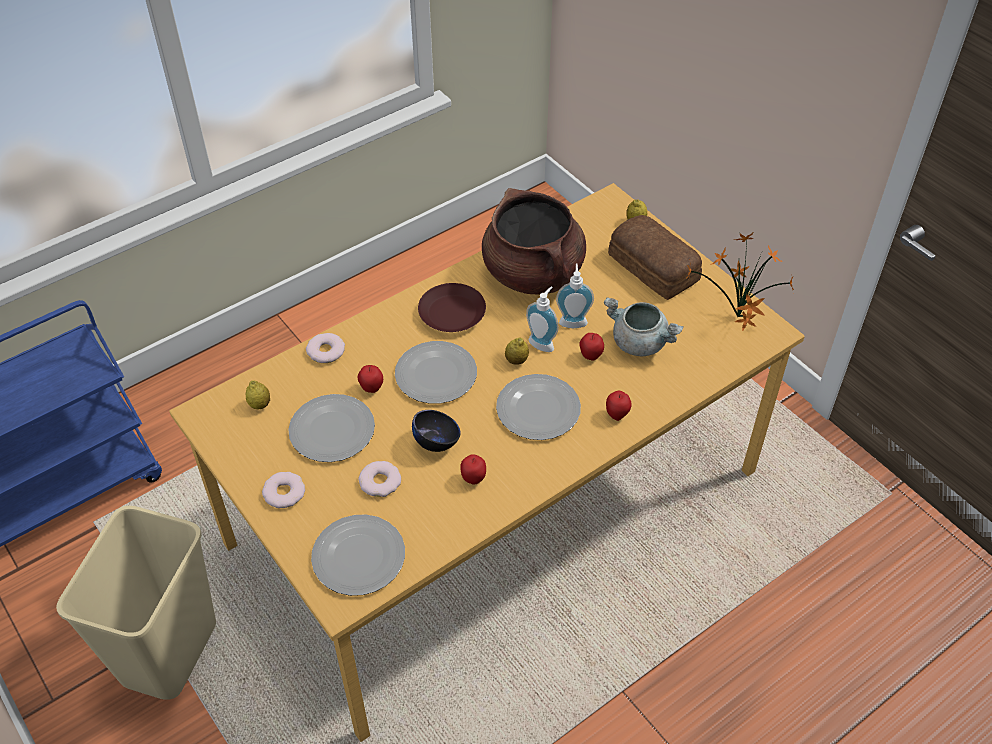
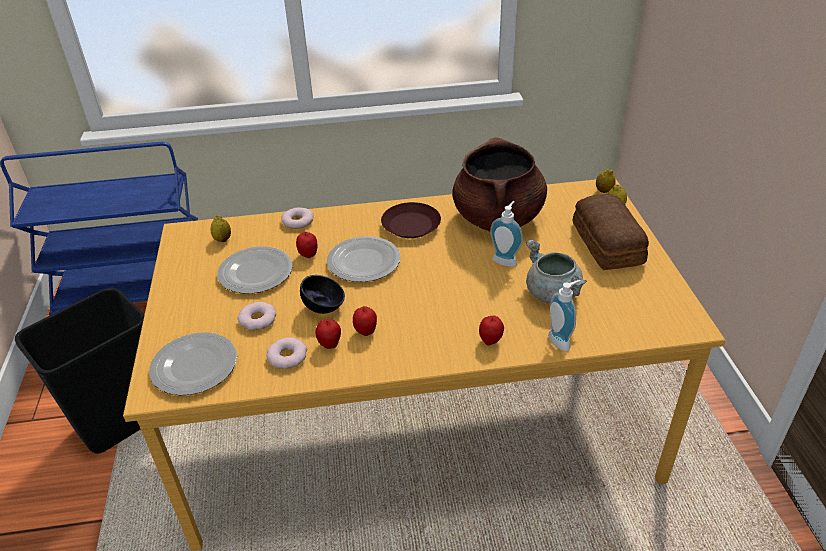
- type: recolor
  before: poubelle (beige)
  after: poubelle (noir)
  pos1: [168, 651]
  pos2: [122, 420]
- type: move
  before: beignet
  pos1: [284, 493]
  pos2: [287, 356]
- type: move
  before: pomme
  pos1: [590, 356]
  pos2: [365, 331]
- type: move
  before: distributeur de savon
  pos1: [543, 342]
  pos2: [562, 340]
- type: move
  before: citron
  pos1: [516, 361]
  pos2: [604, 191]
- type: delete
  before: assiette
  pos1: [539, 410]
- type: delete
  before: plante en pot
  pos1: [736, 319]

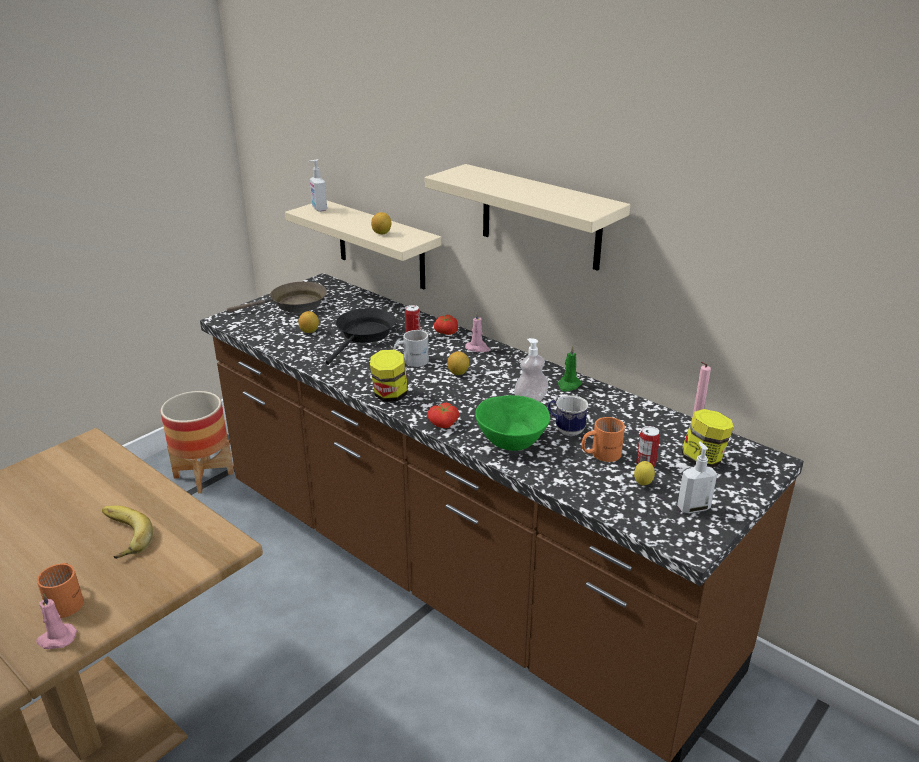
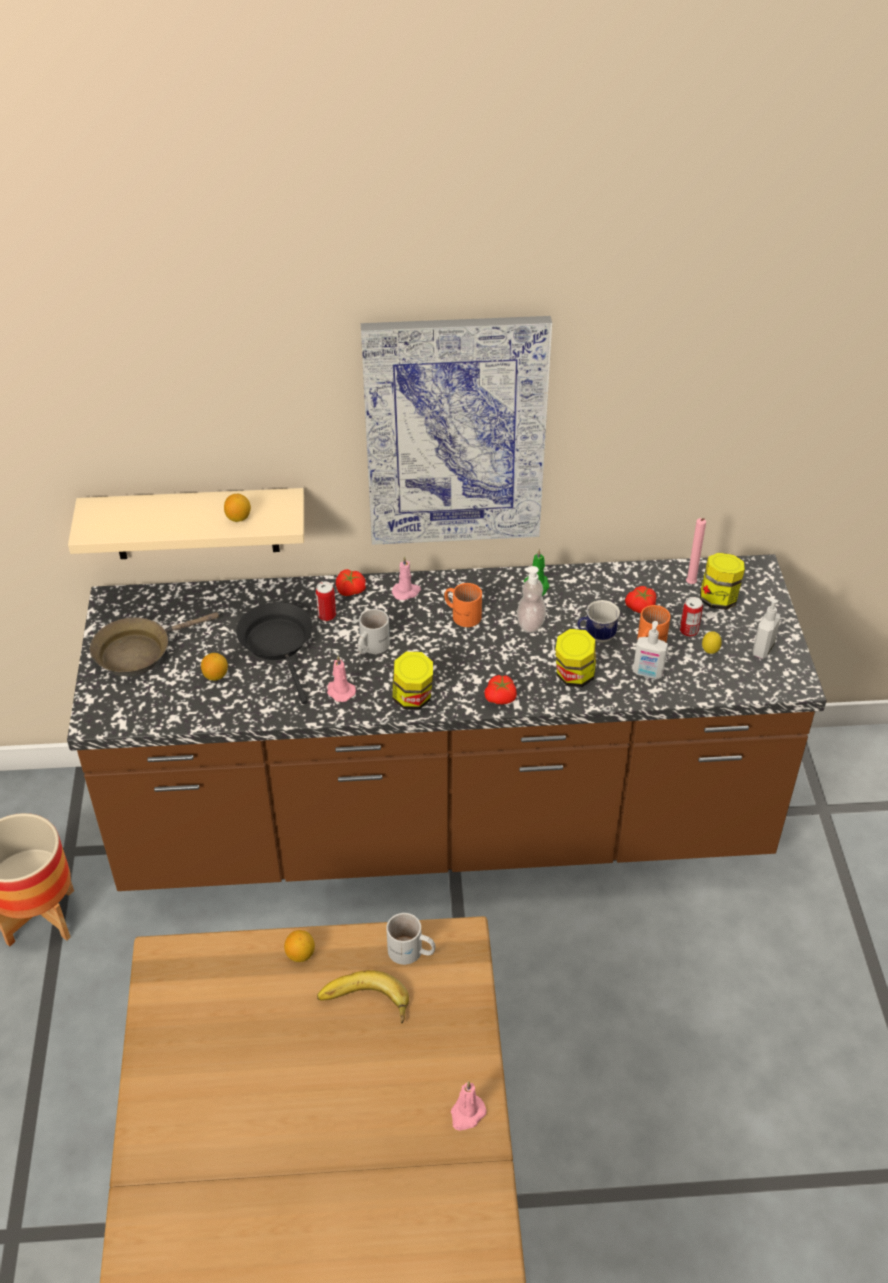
- type: rotate
  before: poêle (marron)
  pos1: [293, 305]
  pos2: [138, 652]
  turn: -150
- type: move
  before: citron
  pos1: [458, 373]
  pos2: [300, 954]
- type: insert
  after: bougie (rose)
  pos2: [340, 691]
- type: replace
  before: étagère (beige)
  after: tableau
  pos1: [540, 217]
  pos2: [455, 432]
- type: insert
  after: mug (blanc)
  pos2: [411, 953]
- type: move
  before: mug (orange)
  pos1: [68, 600]
  pos2: [462, 614]
- type: replace
  before: bol (vert)
  after: bocal
  pos1: [512, 441]
  pos2: [574, 676]
- type: insert
  after: tomate
  pos2: [641, 608]
- type: move
  before: distributeur de savon
  pos1: [319, 209]
  pos2: [647, 673]

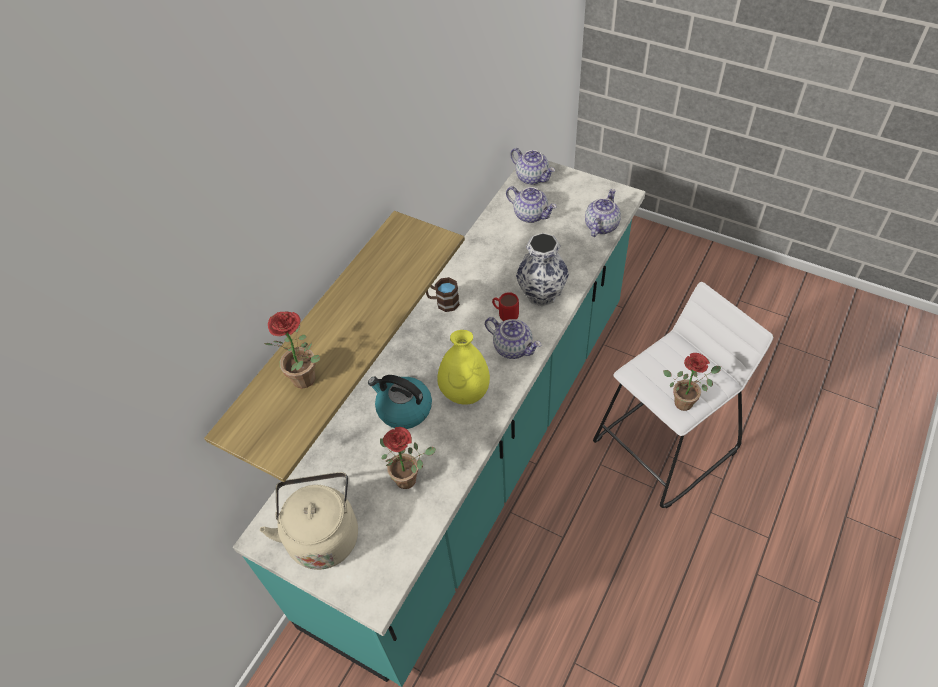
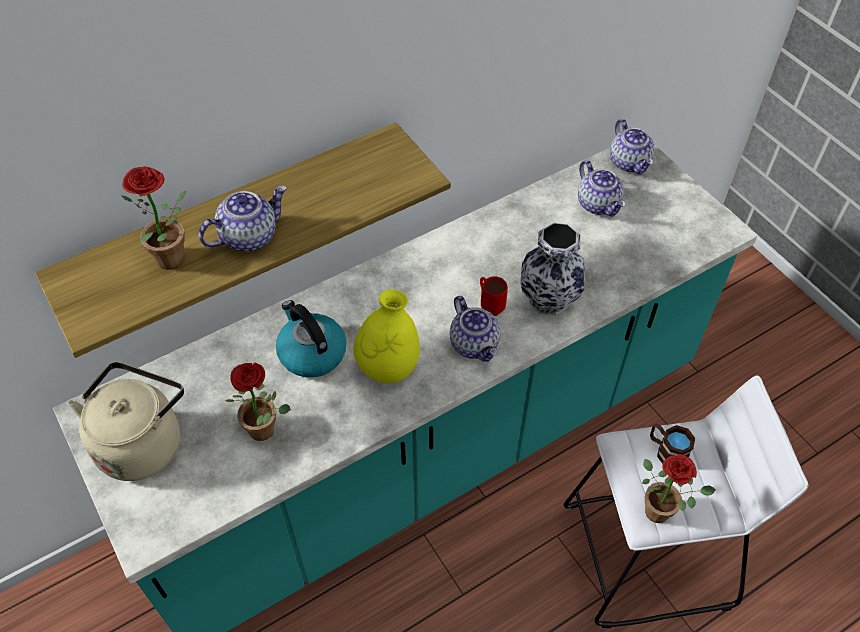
- type: move
  before: théière
  pos1: [601, 225]
  pos2: [249, 236]
- type: move
  before: mug (marron)
  pos1: [443, 302]
  pos2: [666, 451]

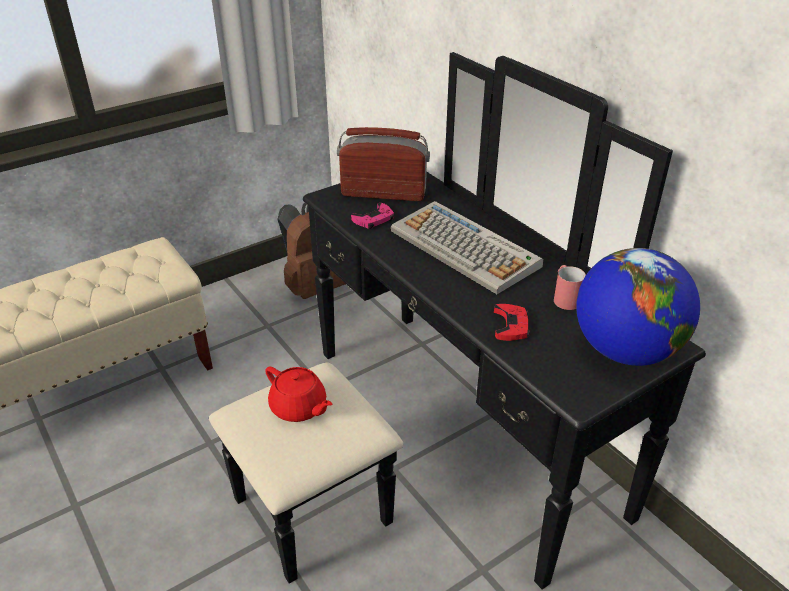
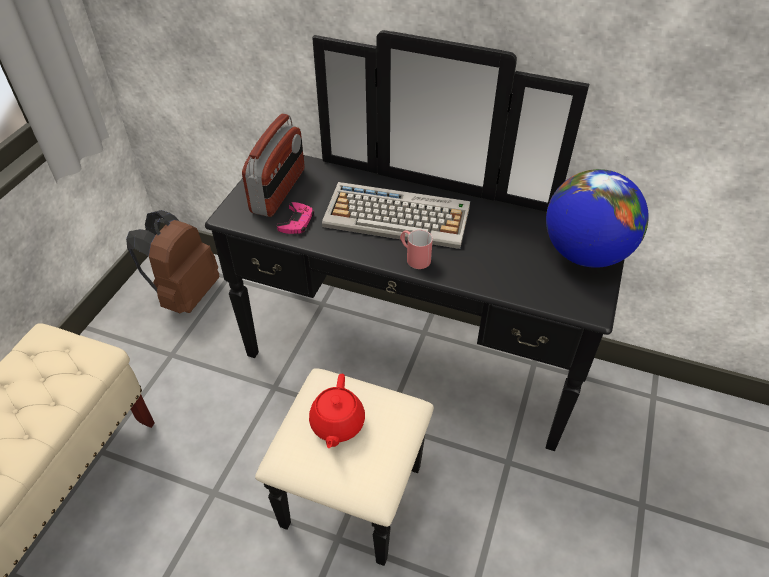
- type: rotate
  before: radio
  pos1: [383, 193]
  pos2: [279, 191]
  turn: 135
- type: rotate
  before: théière (rouge)
  pos1: [299, 408]
  pos2: [337, 424]
  turn: 90
- type: move
  before: mug (rouge)
  pos1: [564, 297]
  pos2: [414, 257]
- type: delete
  before: manette (rouge)
  pos1: [511, 326]

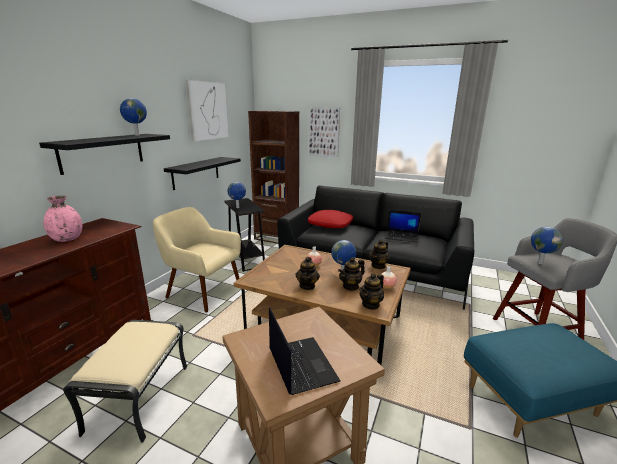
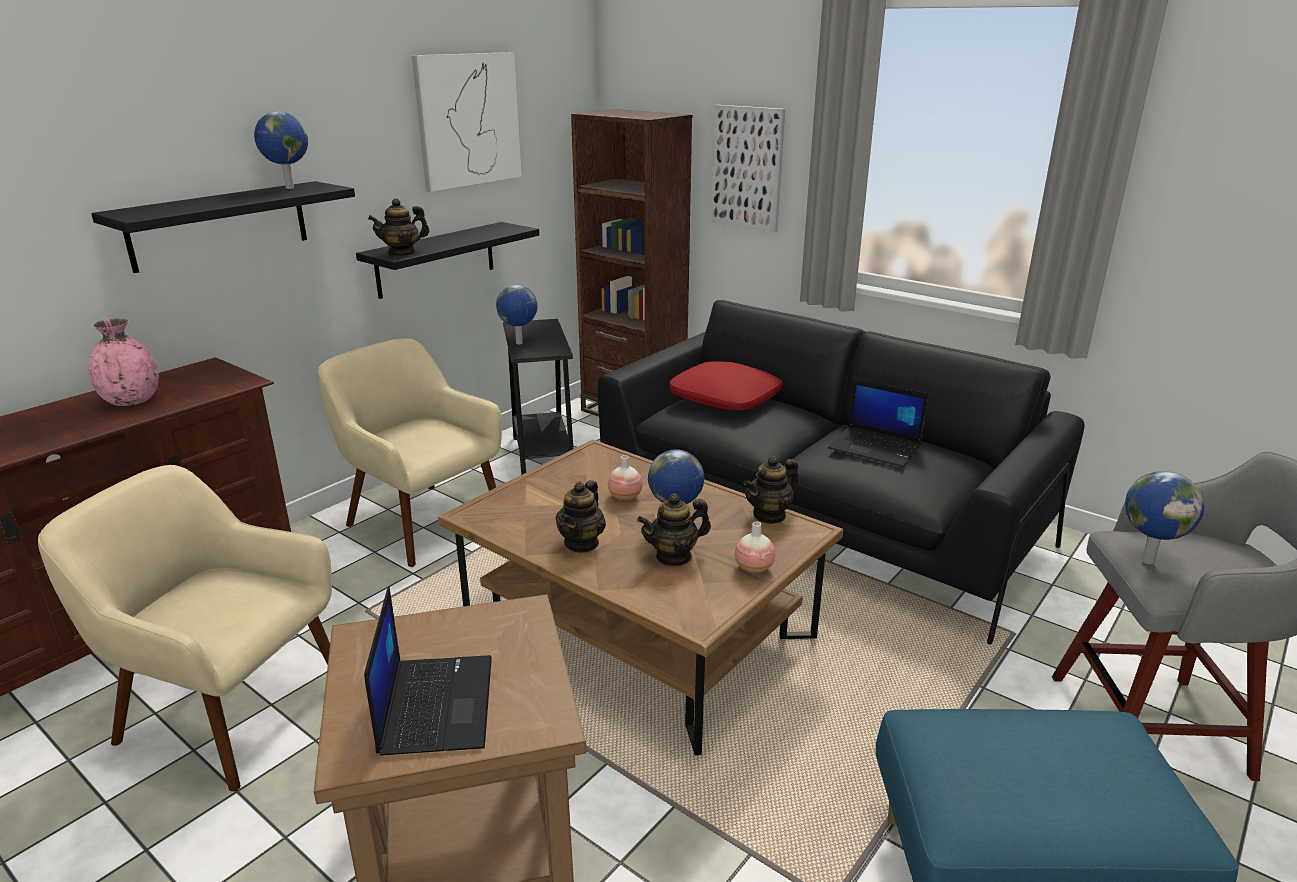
- type: replace
  before: pouf (beige)
  after: fauteuil (beige)
  pos1: [139, 396]
  pos2: [229, 712]
- type: move
  before: théière
  pos1: [371, 304]
  pos2: [402, 253]

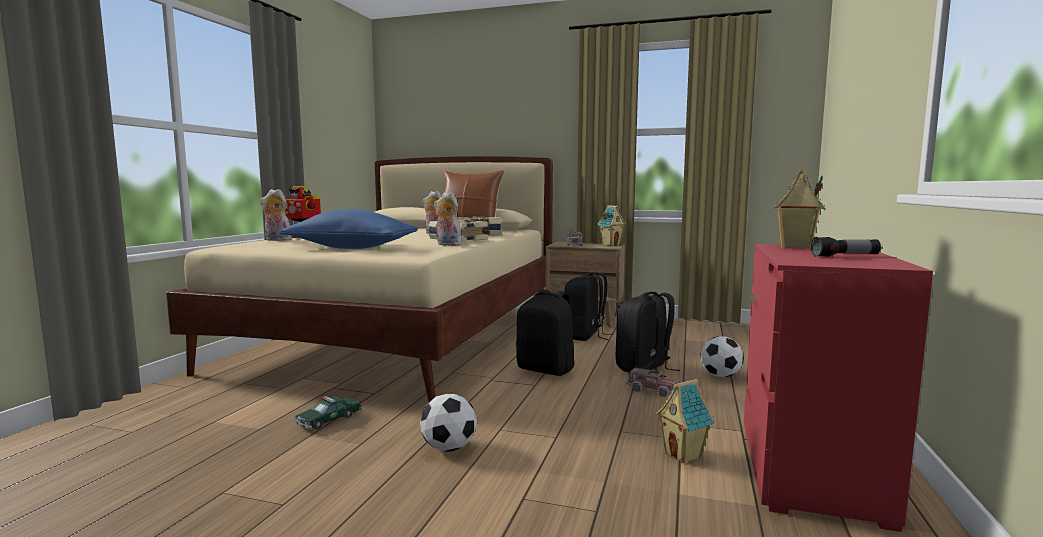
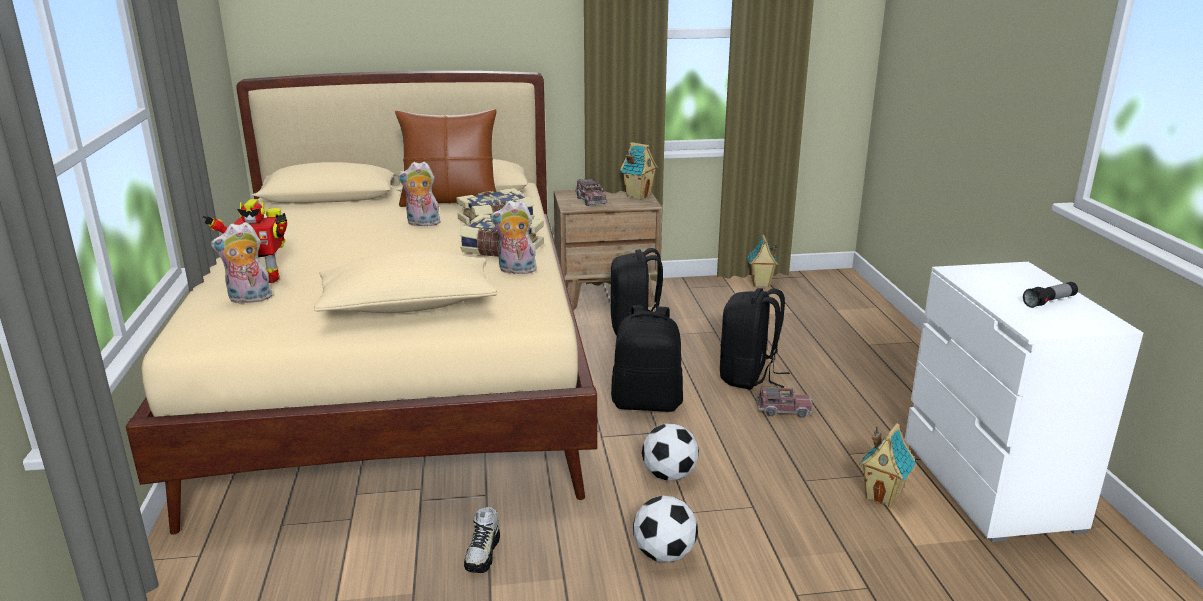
- type: recolor
  before: coussin (bleu)
  after: coussin (beige)
  pos1: [352, 248]
  pos2: [408, 306]
- type: replace
  before: petite voiture
  after: chaussure
  pos1: [329, 420]
  pos2: [483, 554]
- type: move
  before: ballon de foot
  pos1: [720, 375]
  pos2: [669, 475]
- type: move
  before: maison miniature
  pos1: [795, 247]
  pos2: [760, 284]
- type: recolor
  before: commode (rouge)
  after: commode (blanc)
  pos1: [809, 471]
  pos2: [990, 485]

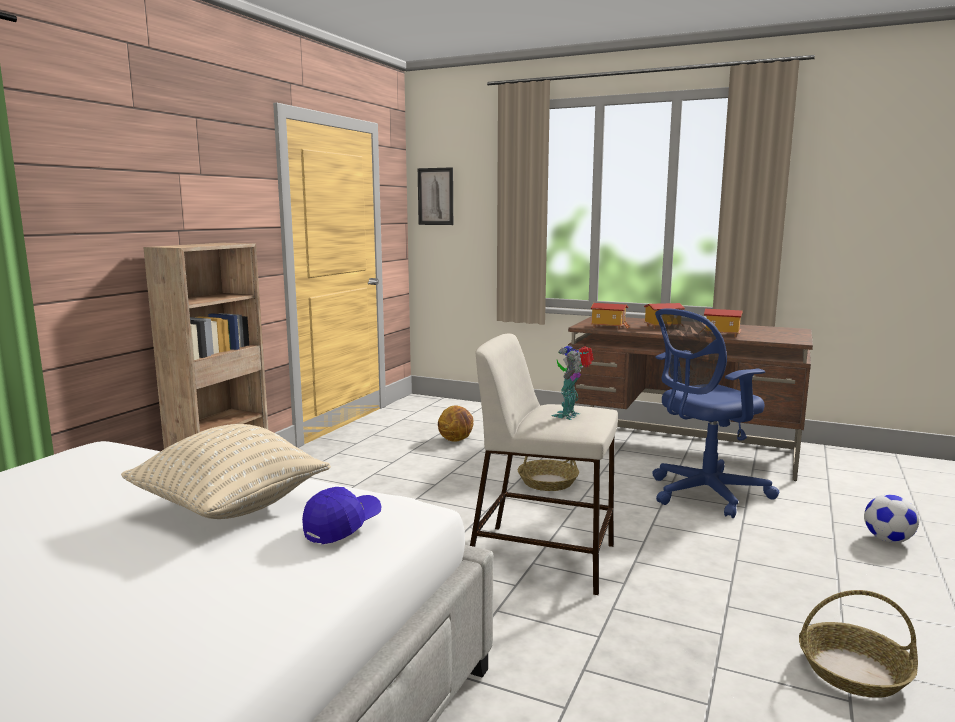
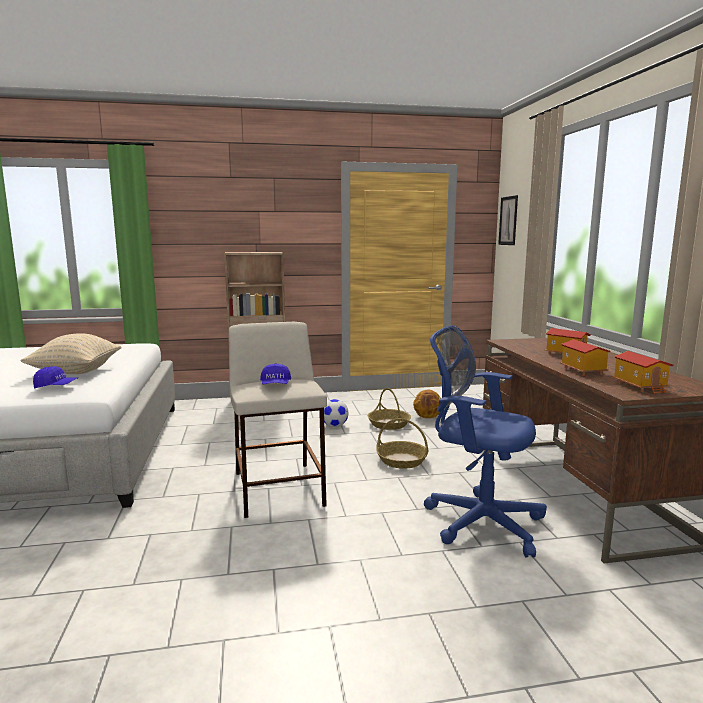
- type: replace
  before: robot jouet
  after: casquette (bleu)
  pos1: [569, 415]
  pos2: [275, 385]
- type: move
  before: ballon de foot
  pos1: [888, 540]
  pos2: [334, 426]
- type: move
  before: panier
  pos1: [852, 671]
  pos2: [388, 424]
- type: move
  before: maison miniature
  pos1: [609, 327]
  pos2: [640, 386]

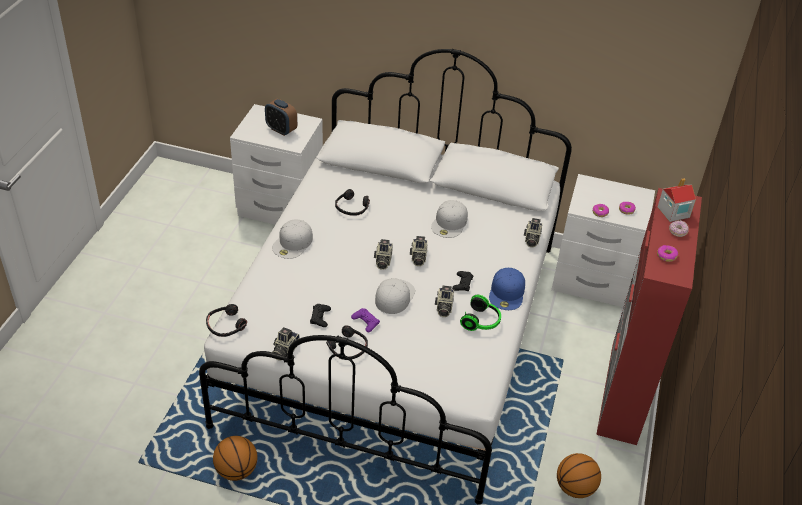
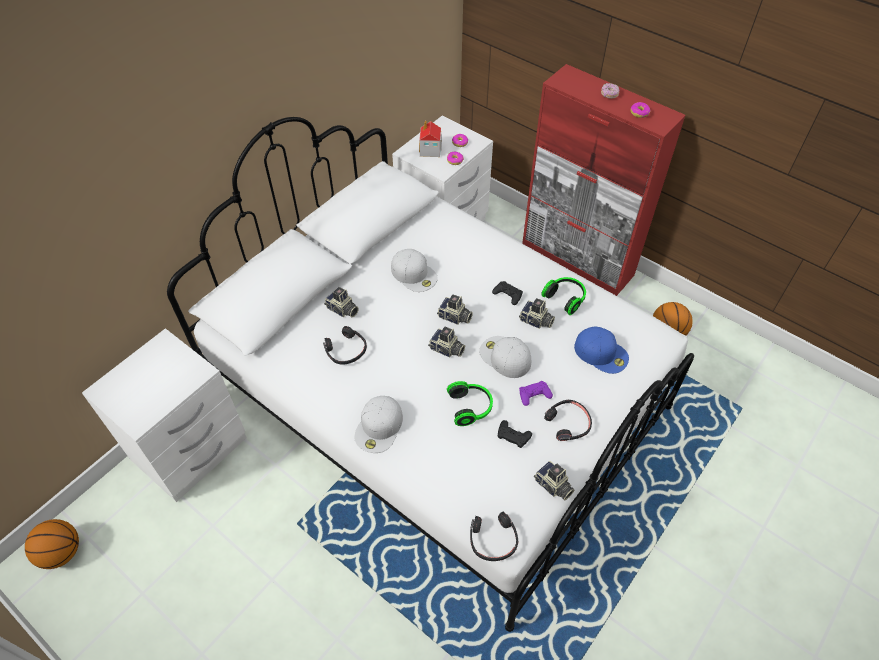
- type: move
  before: ballon de basket
  pos1: [236, 471]
  pos2: [62, 552]
- type: move
  before: appareil photo
  pos1: [531, 239]
  pos2: [342, 310]
- type: rotate
  before: casquette (blanc)
  pos1: [293, 243]
  pos2: [379, 427]
  turn: 60
- type: move
  before: maison miniature
  pos1: [673, 212]
  pos2: [430, 150]
- type: insert
  after: casque audio
  pos2: [471, 407]
- type: move
  before: casquette (bleu)
  pos1: [507, 293]
  pos2: [601, 353]
- type: delete
  before: réveil
  pos1: [281, 130]

